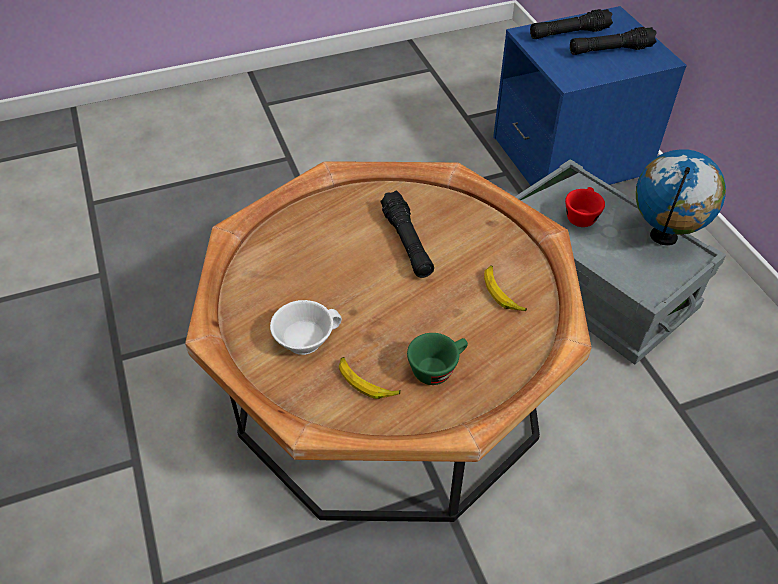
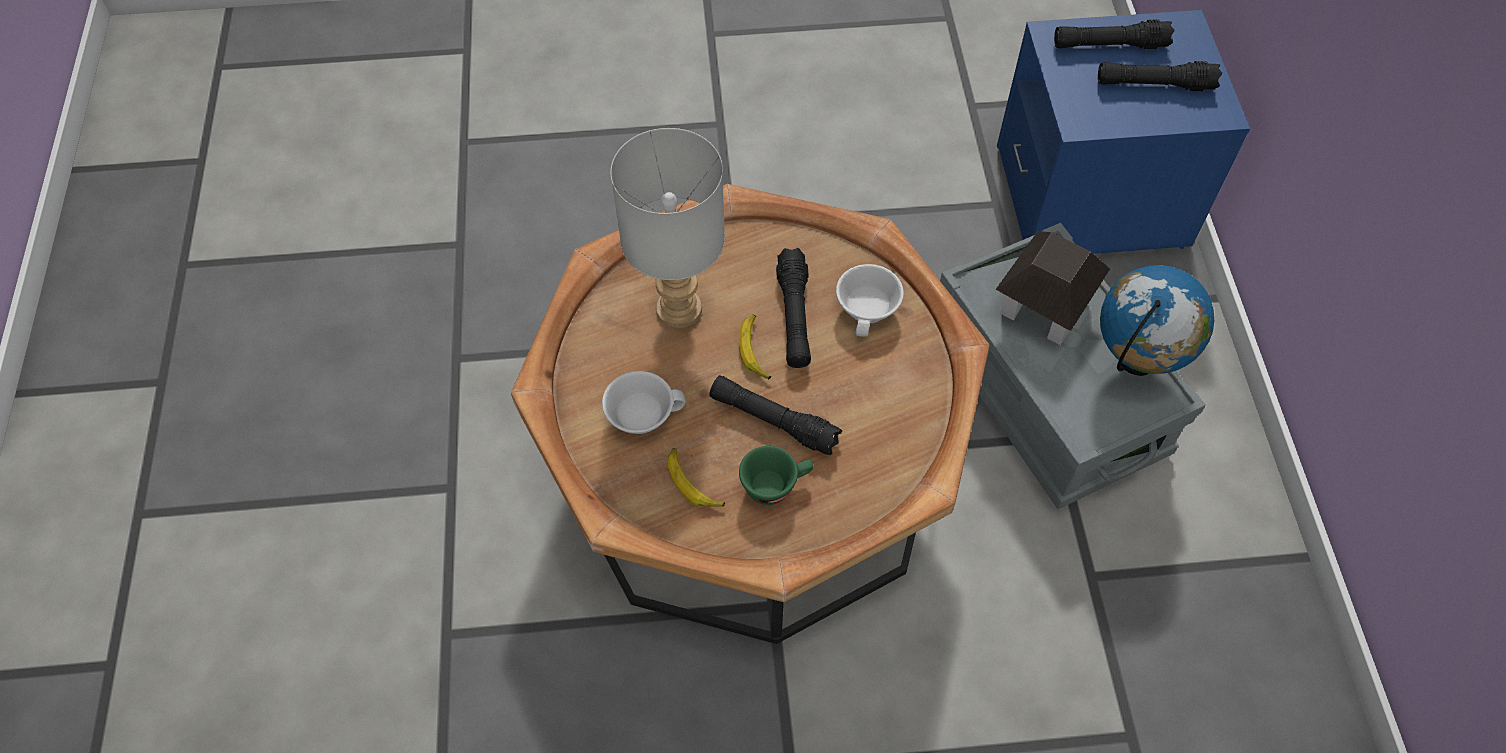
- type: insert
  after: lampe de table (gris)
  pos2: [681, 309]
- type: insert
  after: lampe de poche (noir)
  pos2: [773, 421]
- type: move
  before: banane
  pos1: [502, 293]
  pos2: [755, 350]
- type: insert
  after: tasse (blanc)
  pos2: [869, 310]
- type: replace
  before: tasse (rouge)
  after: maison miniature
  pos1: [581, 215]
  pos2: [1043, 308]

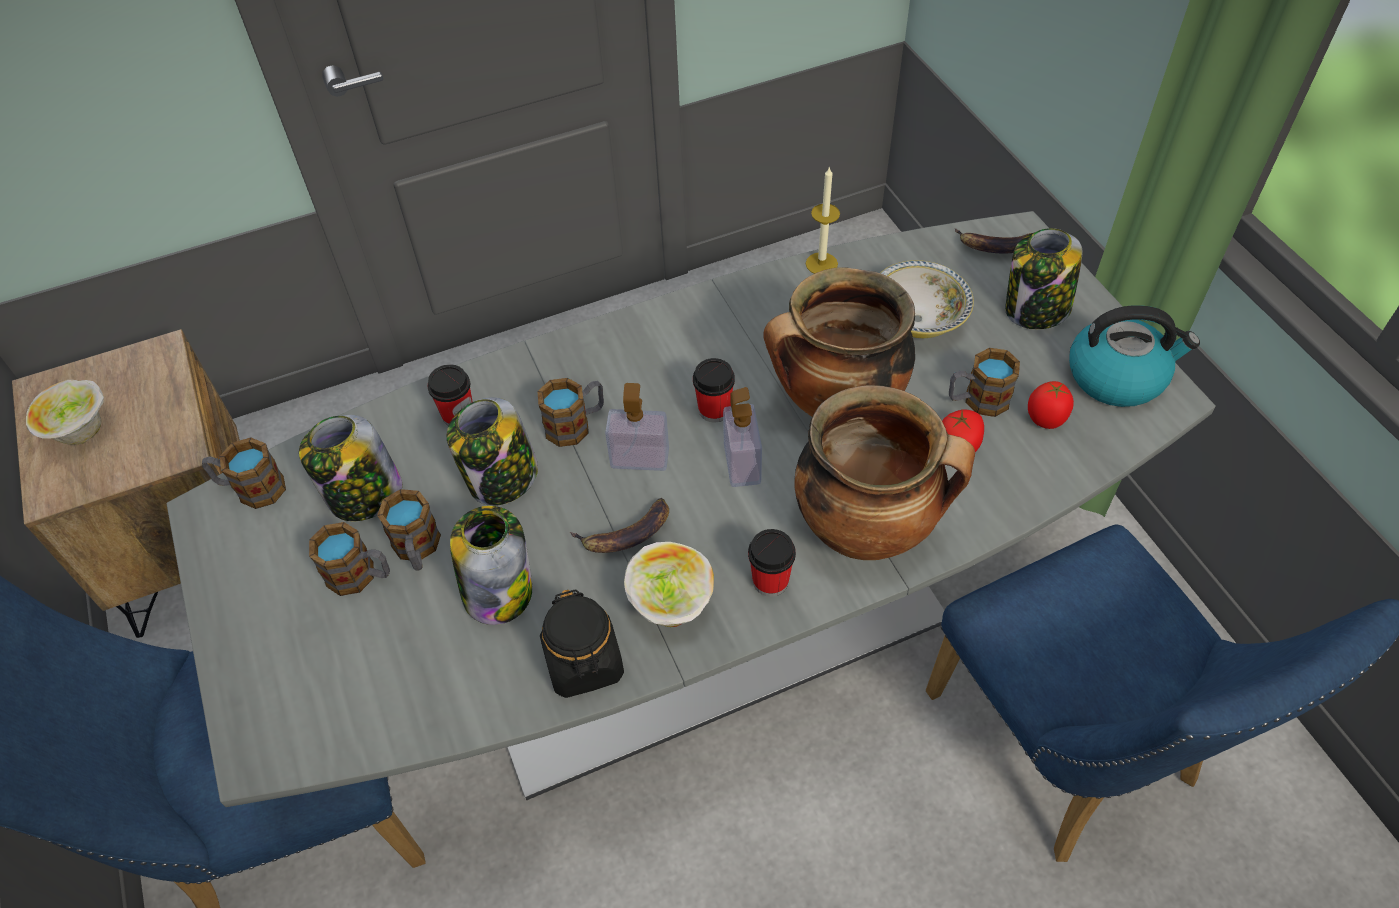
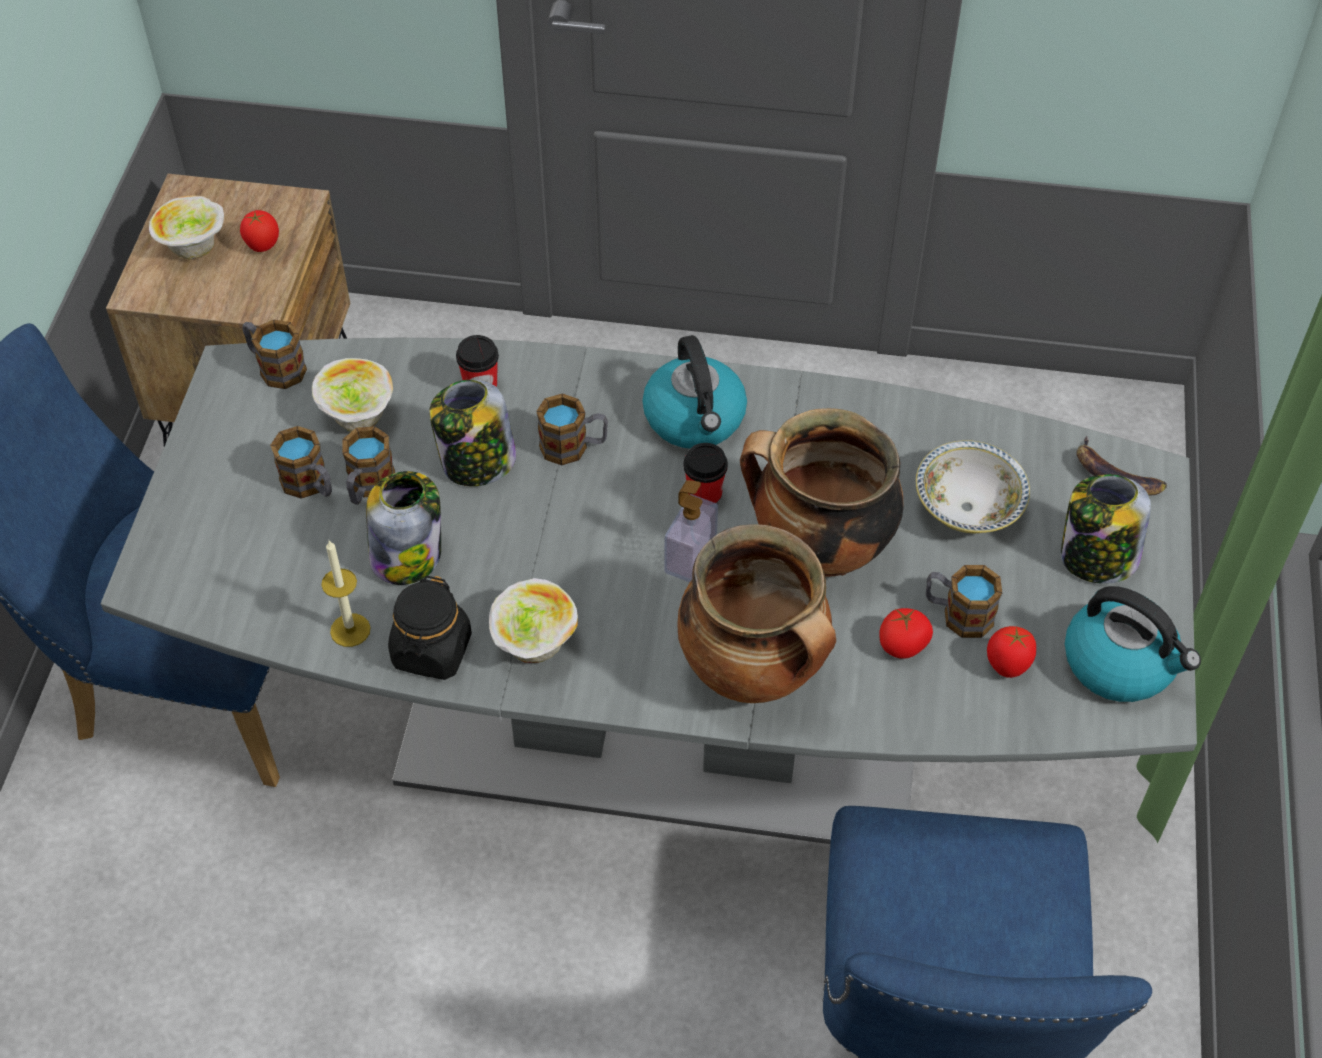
- type: insert
  after: tomate
  pos2: [262, 247]
- type: replace
  before: bocal
  after: bol
  pos1: [364, 496]
  pos2: [357, 419]
- type: move
  before: bougie
  pos1: [821, 263]
  pos2: [350, 630]
- type: insert
  after: bouilloire
  pos2: [695, 419]
- type: delete
  before: banane
  pos1: [626, 534]
- type: delete
  before: distributeur de savon
  pos1: [640, 458]
- type: delete
  before: tasse
  pos1: [770, 581]

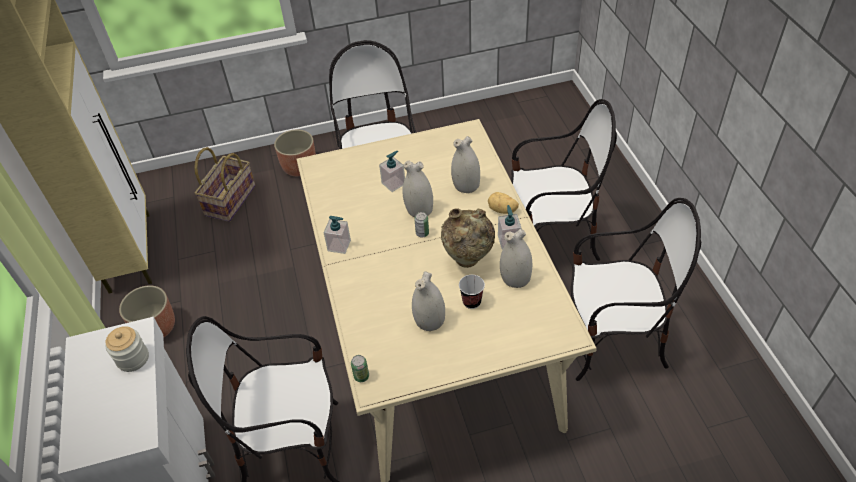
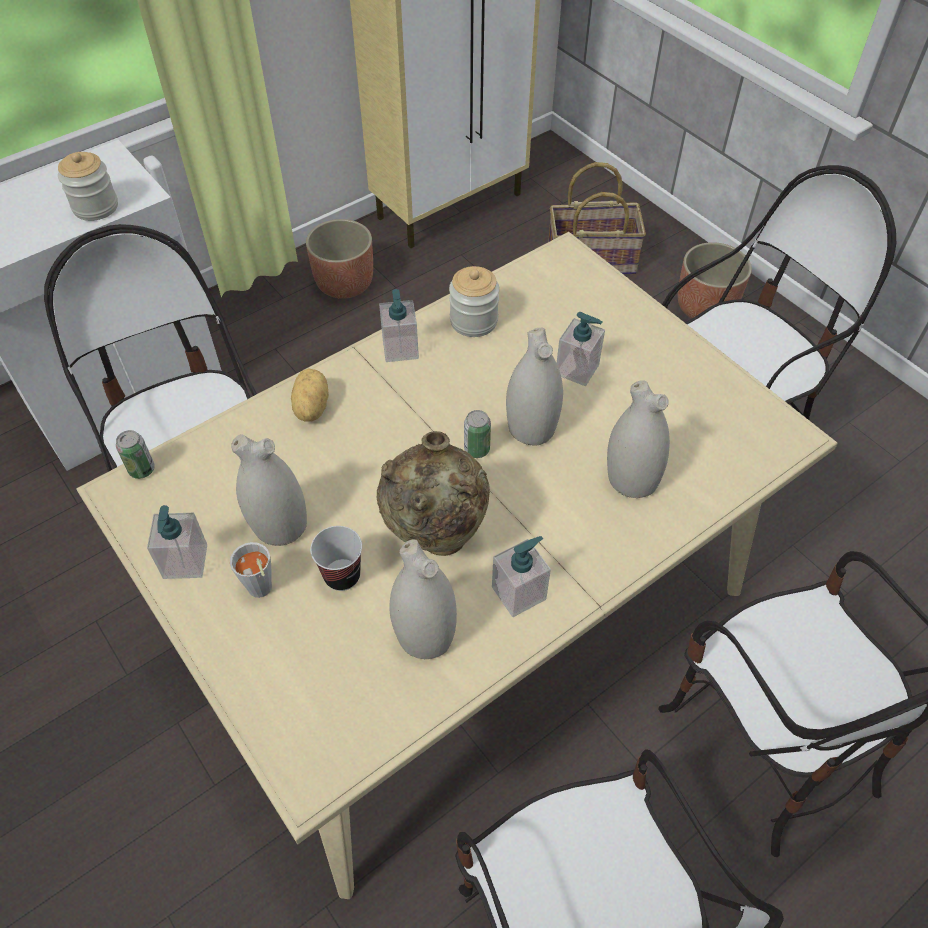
- type: insert
  after: distributeur de savon
  pos2: [185, 562]
- type: insert
  after: tasse (gris)
  pos2: [261, 591]
- type: move
  before: pomme de terre
  pos1: [502, 210]
  pos2: [310, 408]
- type: insert
  after: bocal
  pos2: [473, 321]

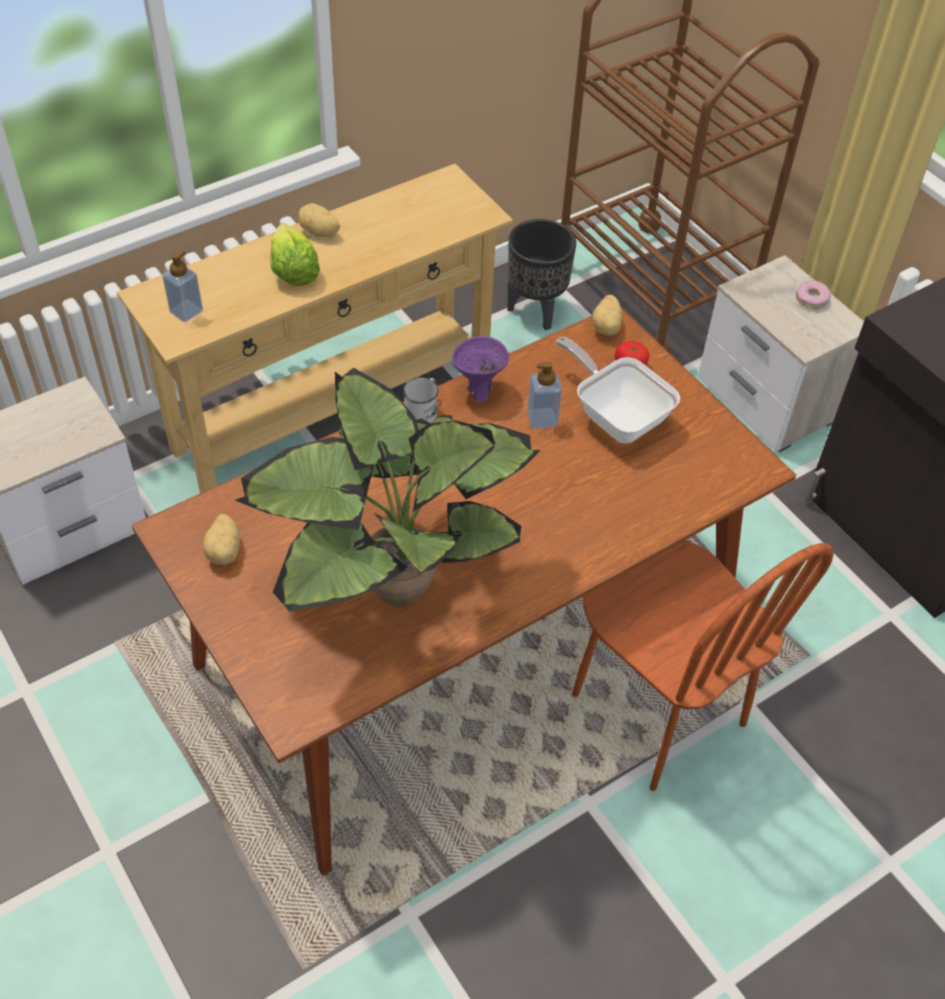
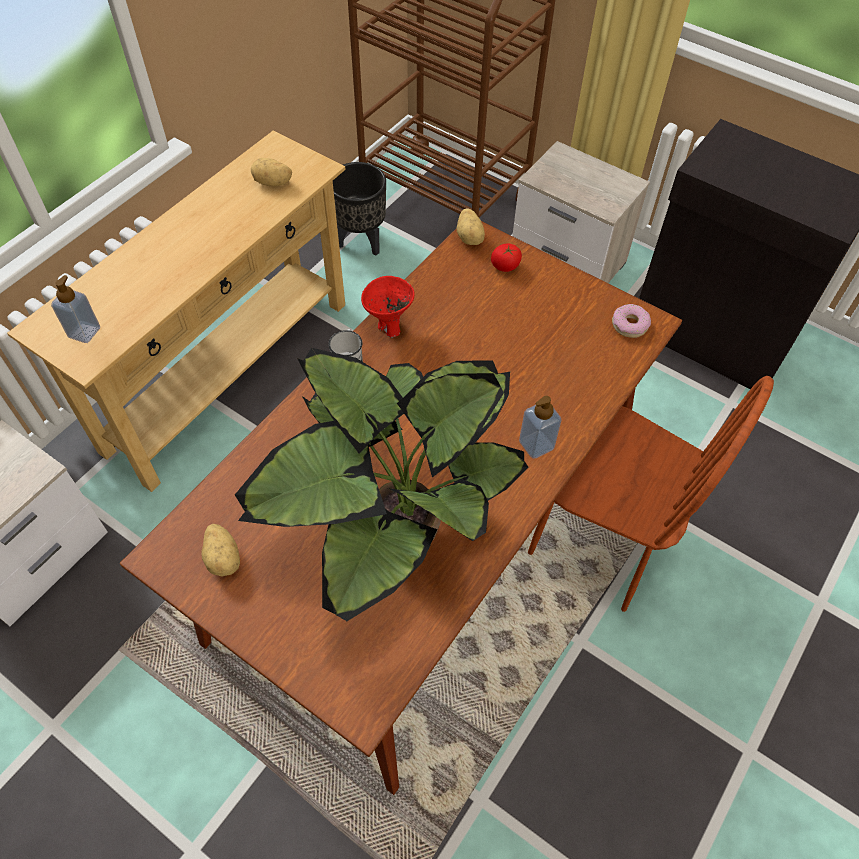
- type: move
  before: pomme de terre
  pos1: [319, 232]
  pos2: [272, 183]
- type: recolor
  before: bol (violet)
  after: bol (rouge)
  pos1: [479, 391]
  pos2: [389, 327]
- type: move
  before: distributeur de savon
  pos1: [542, 419]
  pos2: [536, 444]
- type: move
  before: beignet
  pos1: [811, 299]
  pos2: [629, 325]
- type: delete
  before: laitue
  pos1: [293, 270]
- type: delete
  before: poêle
  pos1: [616, 415]

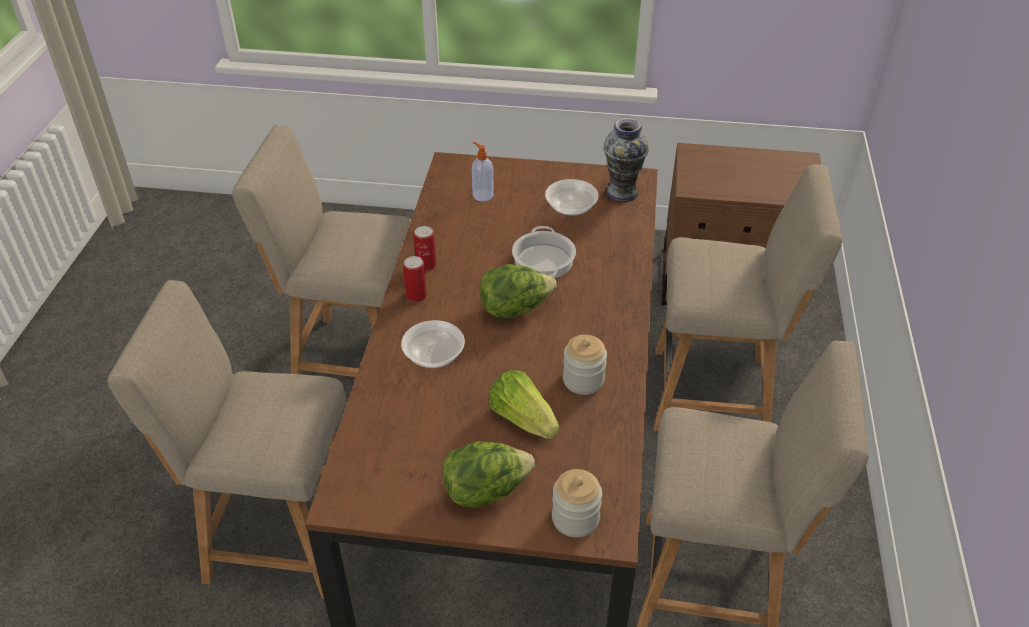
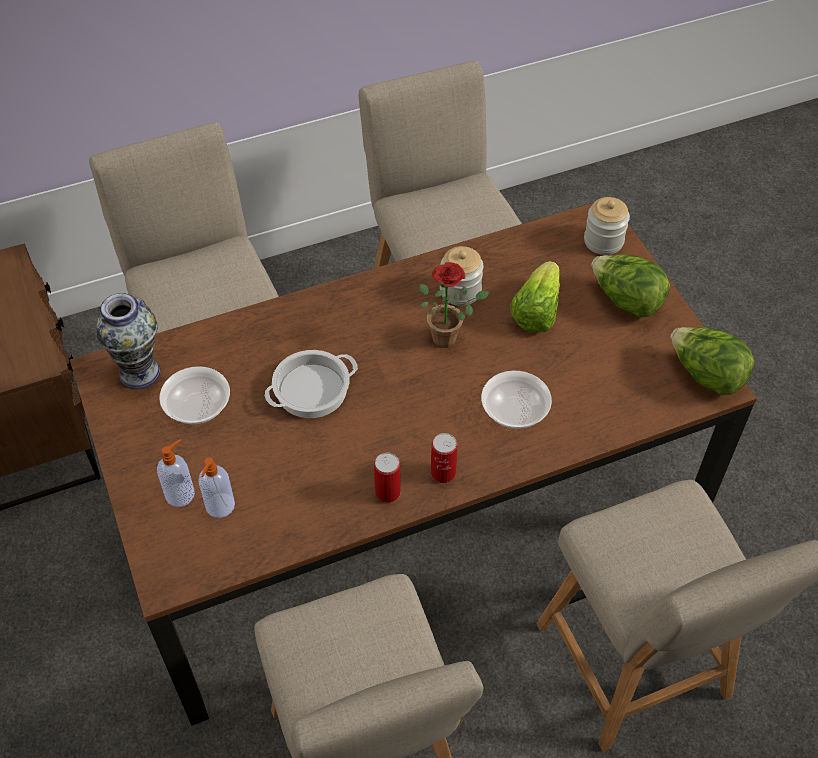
- type: insert
  after: distributeur de savon
  pos2: [181, 494]
- type: insert
  after: plante en pot
  pos2: [449, 336]
- type: move
  before: laitue
  pos1: [515, 308]
  pos2: [705, 376]

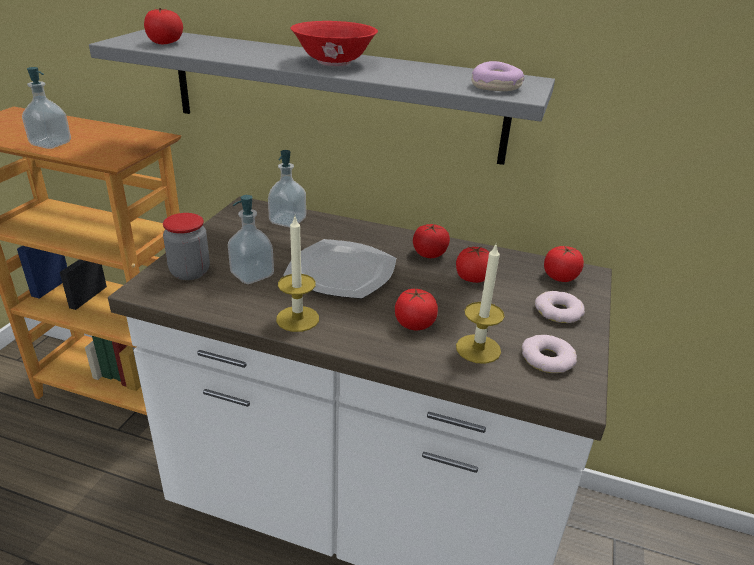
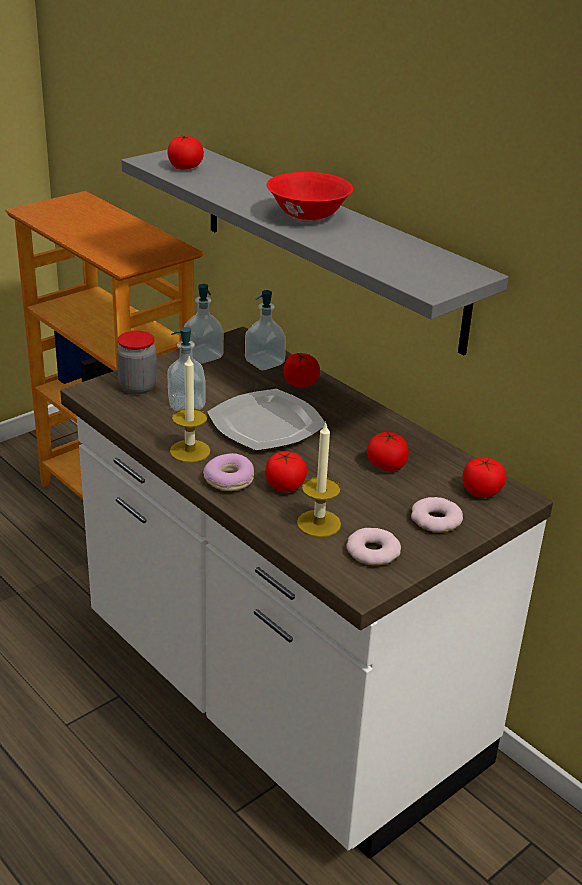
- type: move
  before: distributeur de savon
  pos1: [51, 144]
  pos2: [203, 356]
- type: move
  before: beignet
  pos1: [496, 87]
  pos2: [229, 480]
- type: move
  before: tomate
  pos1: [429, 254]
  pos2: [300, 383]

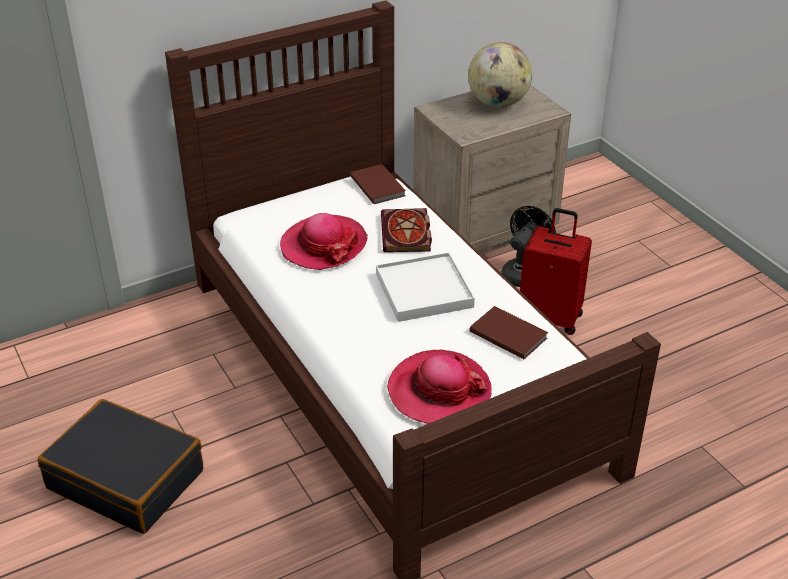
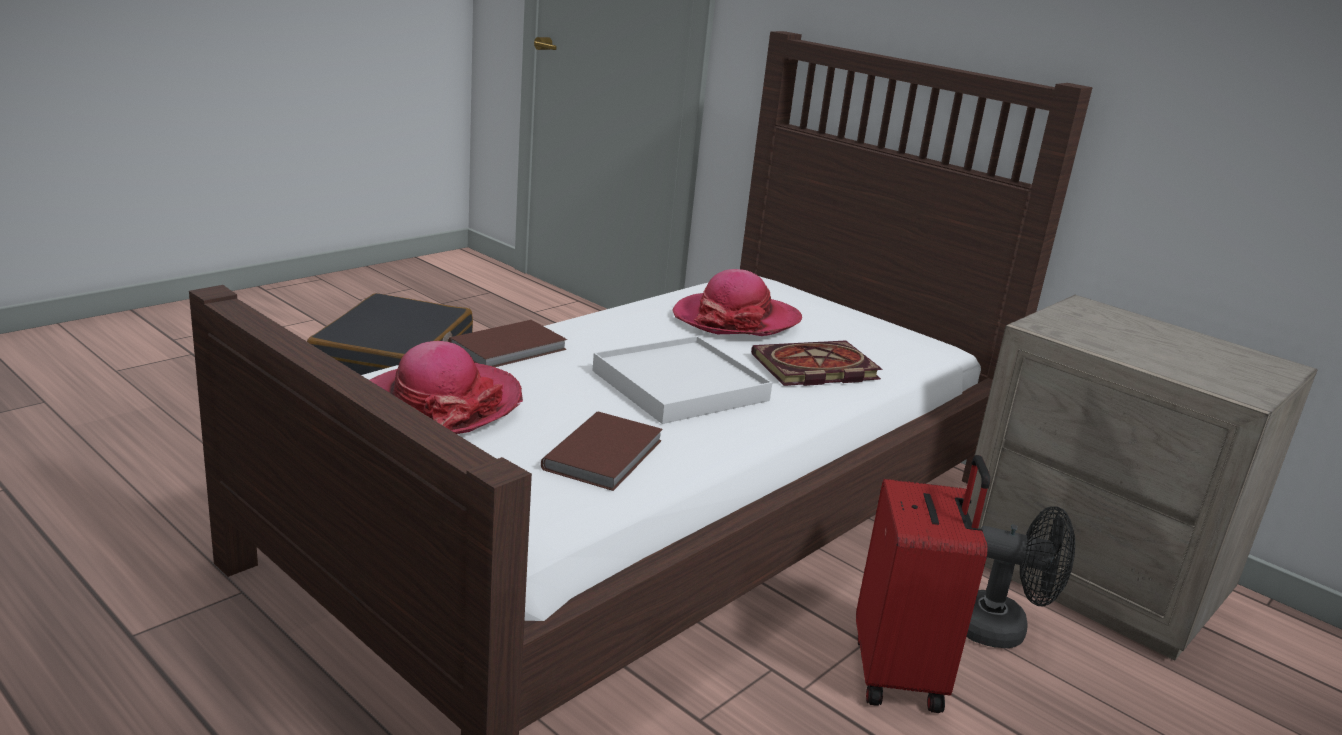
- type: move
  before: livre (marron)
  pos1: [378, 185]
  pos2: [510, 349]
- type: delete
  before: globe
  pos1: [498, 103]

